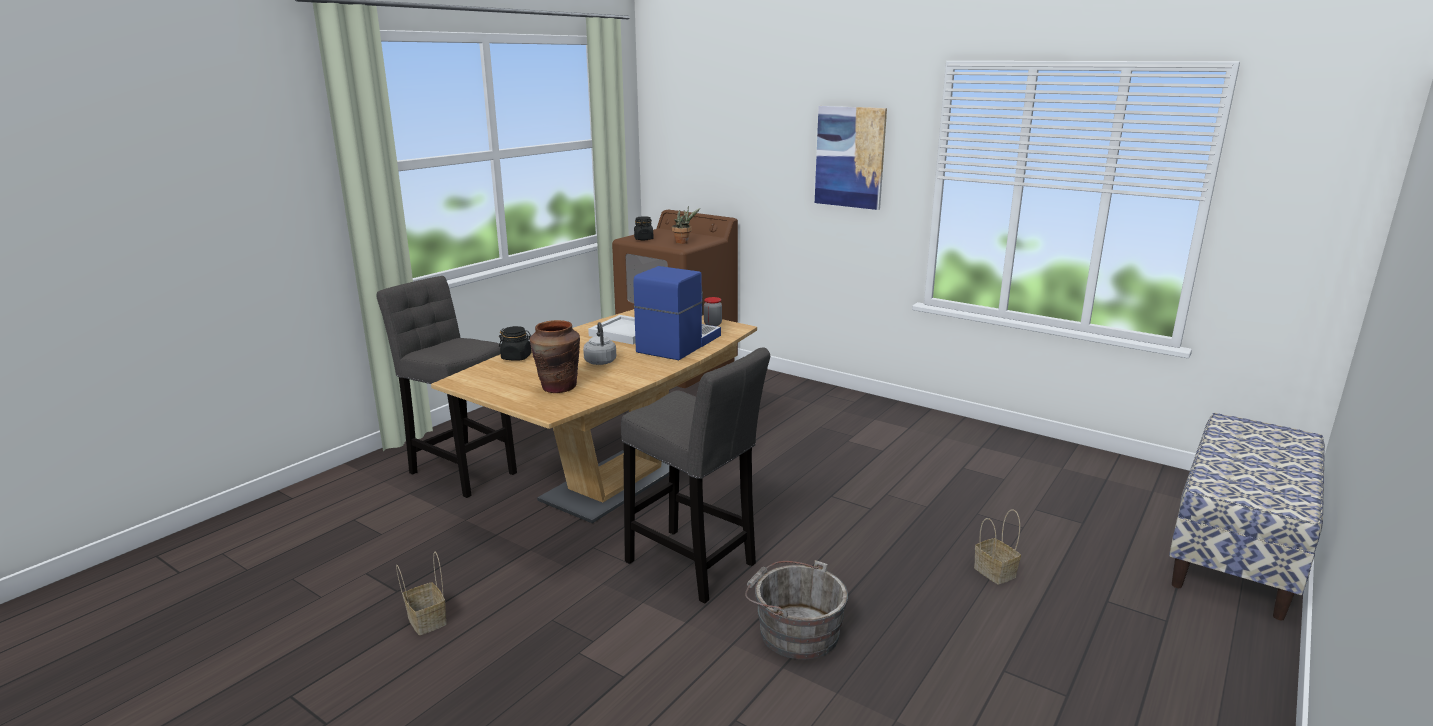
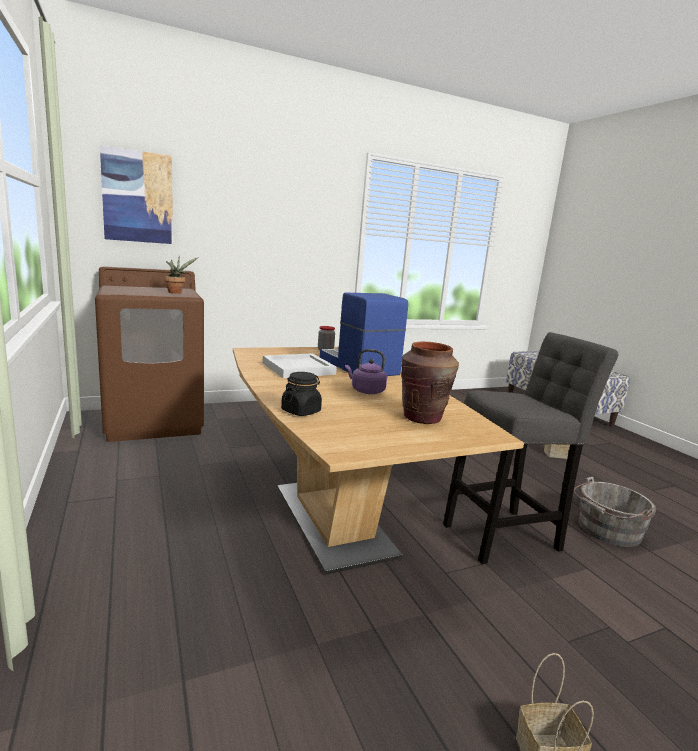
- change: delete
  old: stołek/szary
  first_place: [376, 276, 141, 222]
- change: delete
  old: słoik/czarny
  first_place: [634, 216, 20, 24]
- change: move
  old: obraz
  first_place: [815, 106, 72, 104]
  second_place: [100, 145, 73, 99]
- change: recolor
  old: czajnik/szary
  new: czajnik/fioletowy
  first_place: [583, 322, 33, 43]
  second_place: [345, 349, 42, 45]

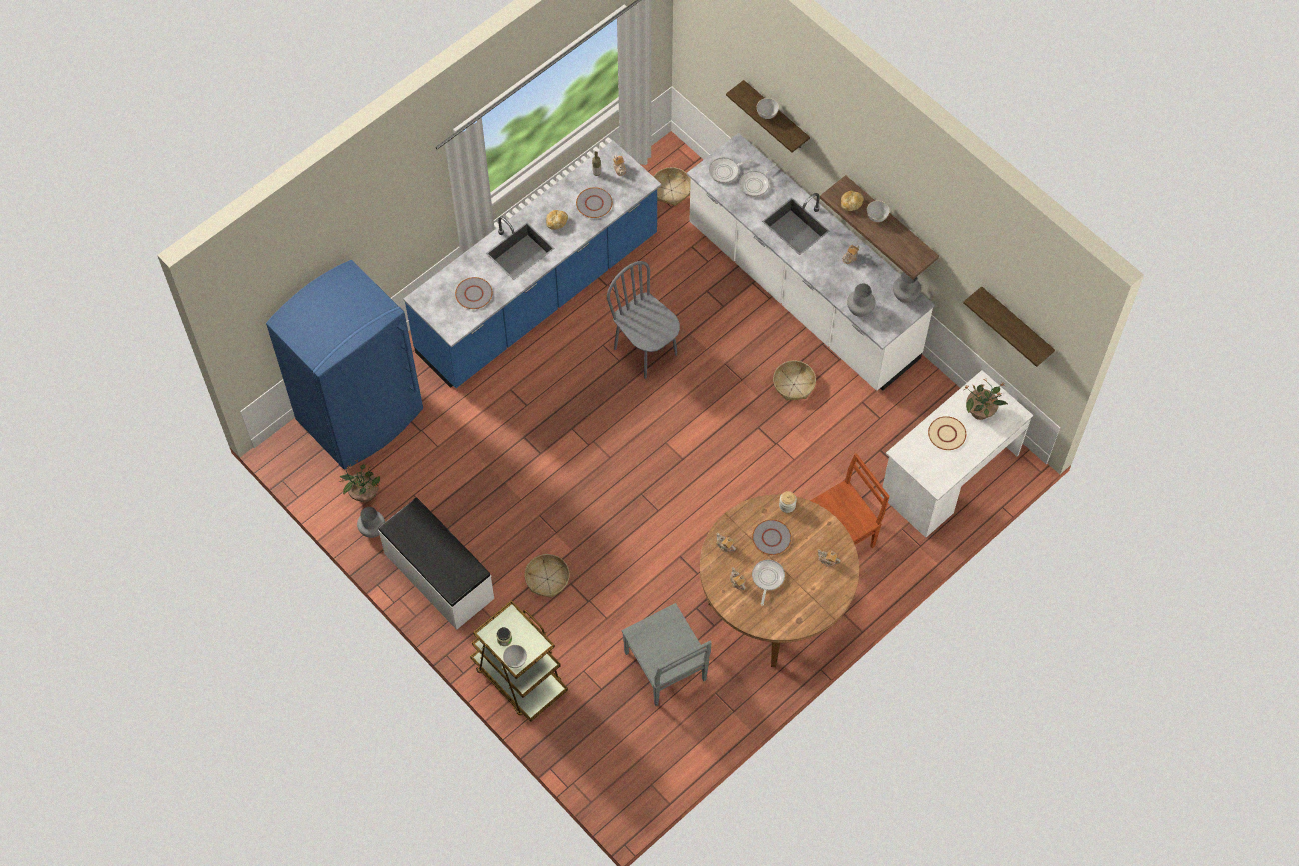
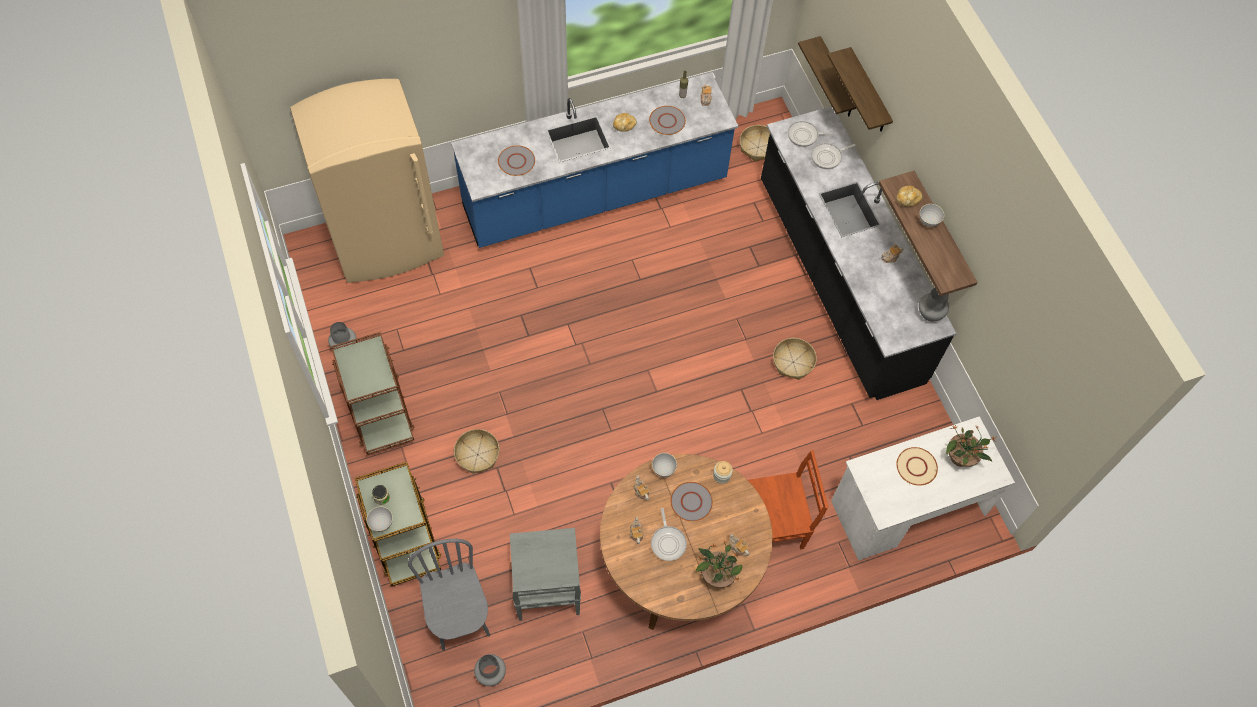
- change: move
  old: roślina doniczkowa
  first_place: [339, 460, 41, 42]
  second_place: [696, 540, 46, 48]
- change: move
  old: krzesło/szary
  first_place: [607, 261, 73, 118]
  second_place: [408, 539, 82, 112]
- change: move
  old: miska/szary
  first_place: [757, 98, 22, 21]
  second_place: [652, 453, 25, 24]
- change: move
  old: wazon/szary
  first_place: [847, 284, 28, 33]
  second_place: [474, 654, 32, 32]
- change: move
  old: półka
  first_place: [963, 286, 92, 81]
  second_place: [798, 36, 59, 80]
- change: replace
  old: ławka/biały
  new: wózek/brązowy
  first_place: [378, 498, 116, 132]
  second_place: [331, 332, 83, 123]
- change: recolor
  old: lodówka/niebieski
  new: lodówka/beżowy
  first_place: [266, 260, 157, 210]
  second_place: [290, 79, 154, 204]
- change: recolor
  old: zabudowa kuchenna/biały
  new: zabudowa kuchenna/czarny
  first_place: [687, 133, 248, 258]
  second_place: [761, 106, 196, 294]
- change: rotate
  old: patelnia
  first_place: [752, 560, 33, 46]
  second_place: [651, 508, 36, 53]
  degrees: 135

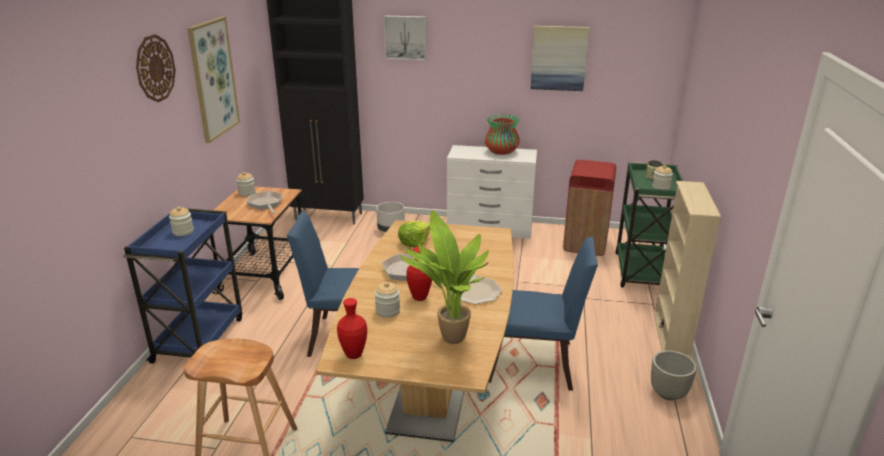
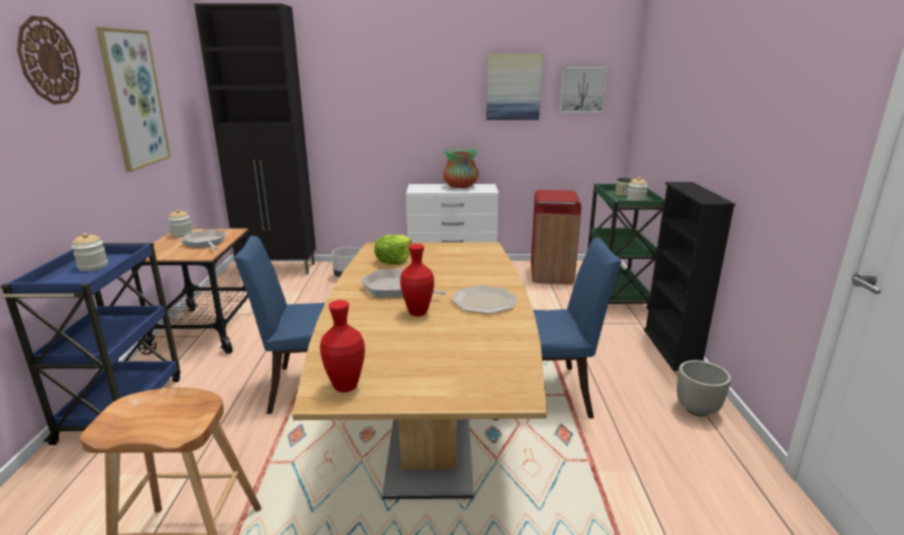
- change: delete
  old: słoik
  first_place: [374, 282, 26, 36]
- change: delete
  old: roślina doniczkowa
  first_place: [400, 210, 89, 134]
- change: move
  old: obraz
  first_place: [384, 15, 43, 45]
  second_place: [559, 67, 48, 46]
- change: recolor
  old: regał/beżowy
  new: regał/czarny
  first_place: [653, 181, 68, 177]
  second_place: [644, 182, 91, 189]

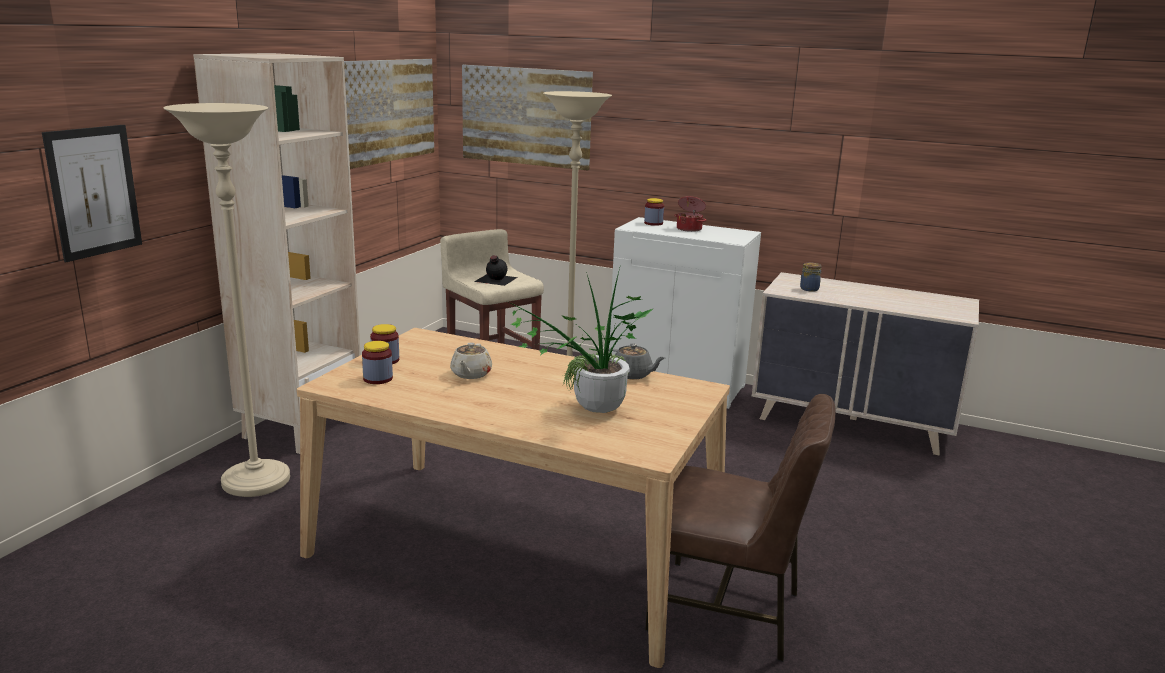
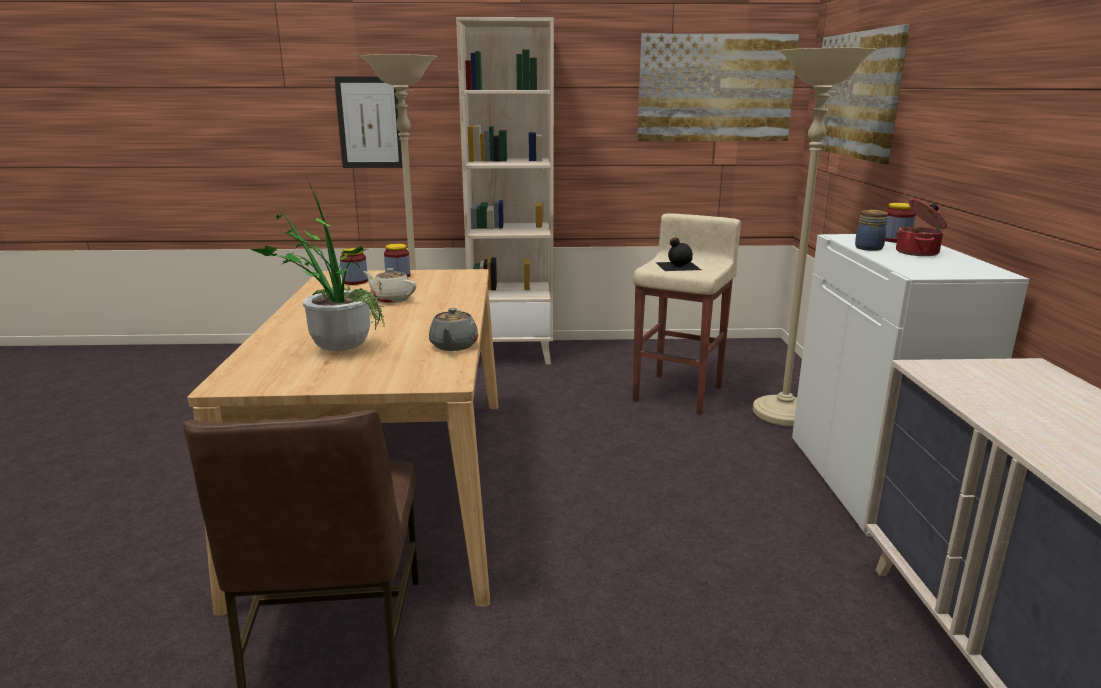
- change: move
  old: słoik
  first_place: [800, 263, 22, 29]
  second_place: [855, 210, 33, 41]
- change: rotate
  old: imbryk/beżowy
  first_place: [450, 342, 42, 37]
  second_place: [363, 268, 53, 35]
  degrees: 45

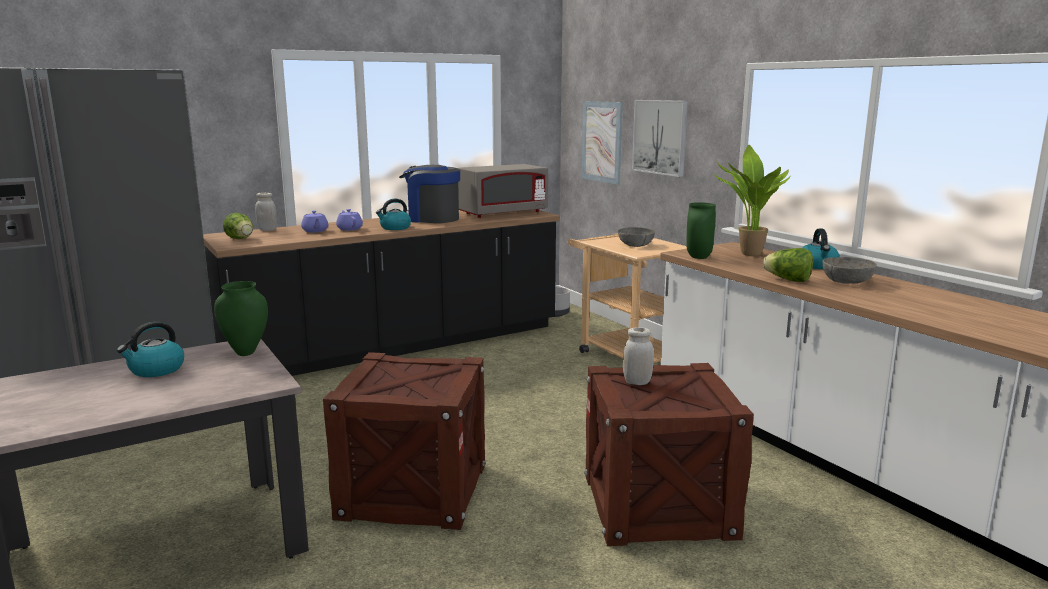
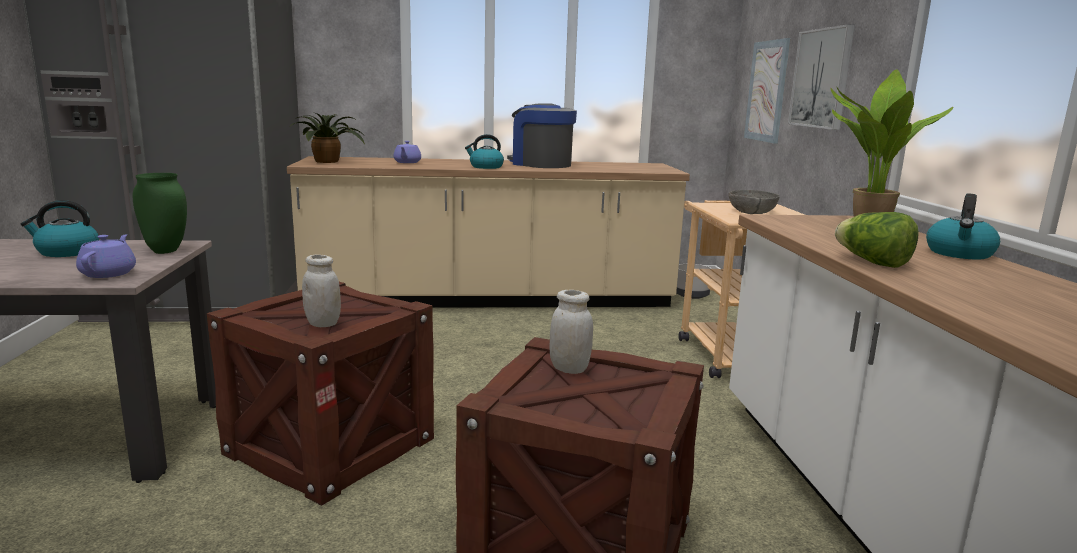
- change: delete
  old: mikrofalówka/szary
  first_place: [458, 164, 90, 54]
- change: delete
  old: wazon/zielony
  first_place: [687, 202, 29, 57]
- change: delete
  old: miska/szary
  first_place: [822, 257, 55, 27]
- change: move
  old: słoik/biały
  first_place: [255, 192, 22, 39]
  second_place: [302, 254, 39, 73]
- change: move
  old: imbryk/fioletowy
  first_place: [336, 209, 27, 22]
  second_place: [76, 234, 60, 44]
- change: replace
  old: sałata
  new: roślina doniczkowa
  first_place: [223, 212, 30, 27]
  second_place: [292, 113, 73, 50]
- change: recolor
  old: zabudowa kuchenna/czarny
  new: zabudowa kuchenna/beżowy
  first_place: [203, 210, 357, 166]
  second_place: [287, 156, 403, 152]

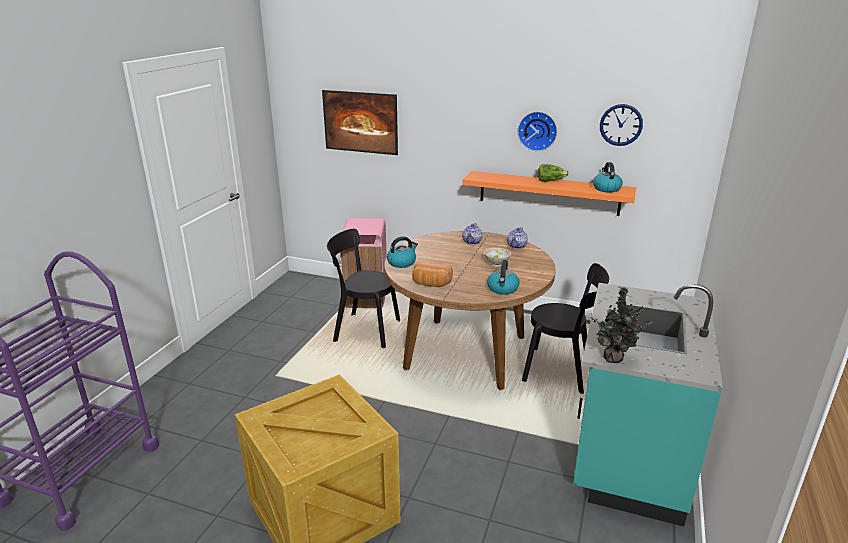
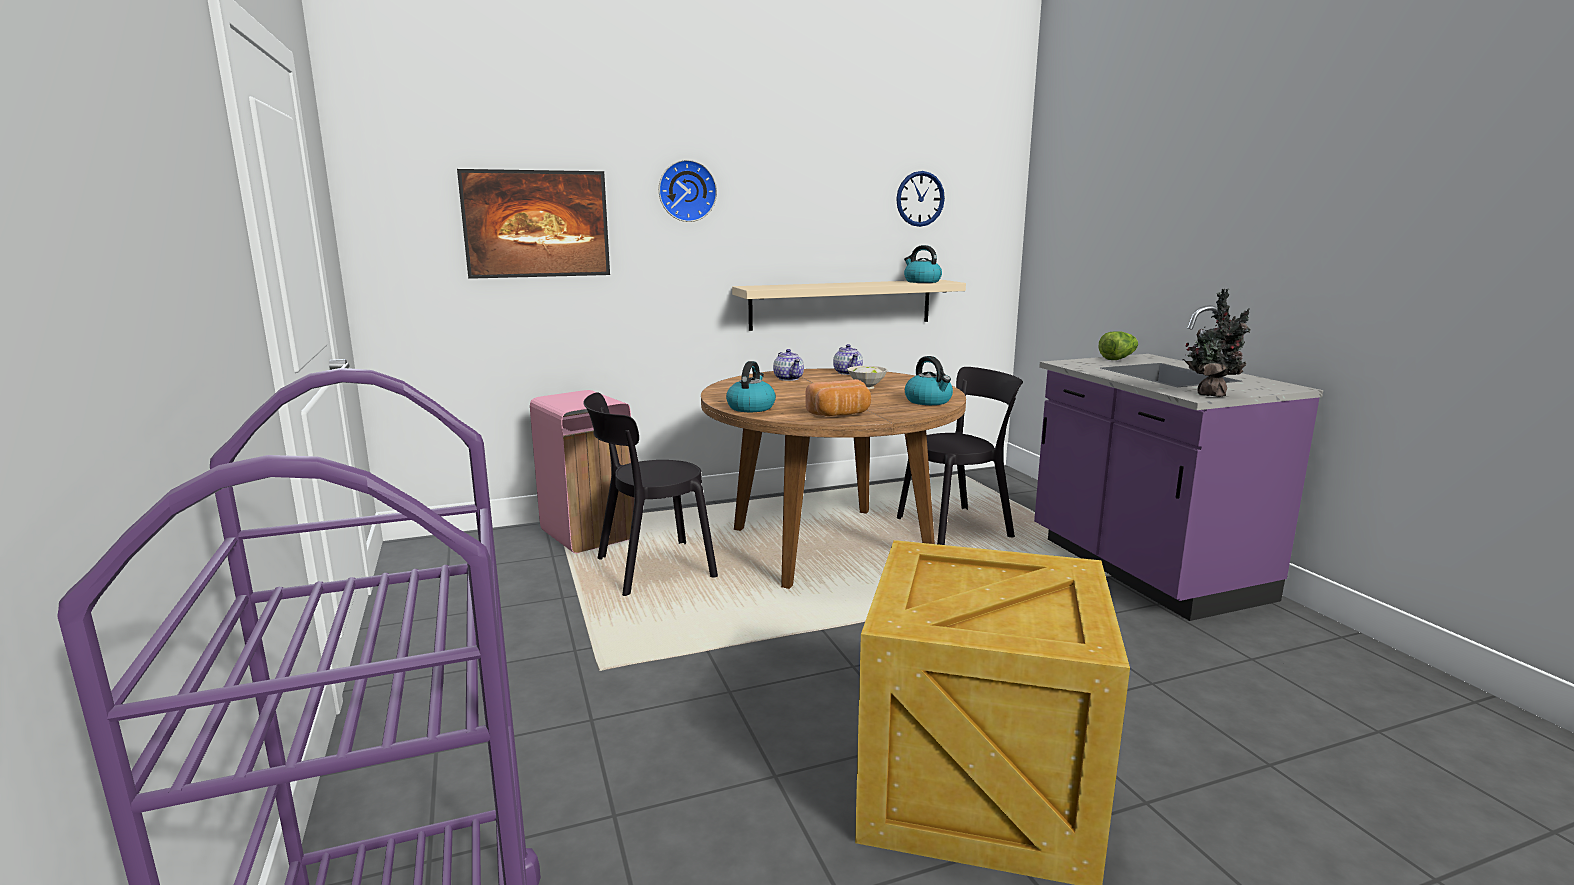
- change: move
  old: zegar ścienny
  first_place: [518, 111, 39, 40]
  second_place: [659, 160, 58, 62]
- change: move
  old: sałata
  first_place: [538, 164, 31, 18]
  second_place: [1098, 331, 40, 29]
- change: recolor
  old: półka/pomarańczowy
  new: półka/beżowy
  first_place: [462, 171, 174, 45]
  second_place: [732, 280, 234, 51]
- change: recolor
  old: zabudowa kuchenna/turkusowy
  new: zabudowa kuchenna/fioletowy
  first_place: [573, 283, 150, 244]
  second_place: [1034, 305, 289, 316]

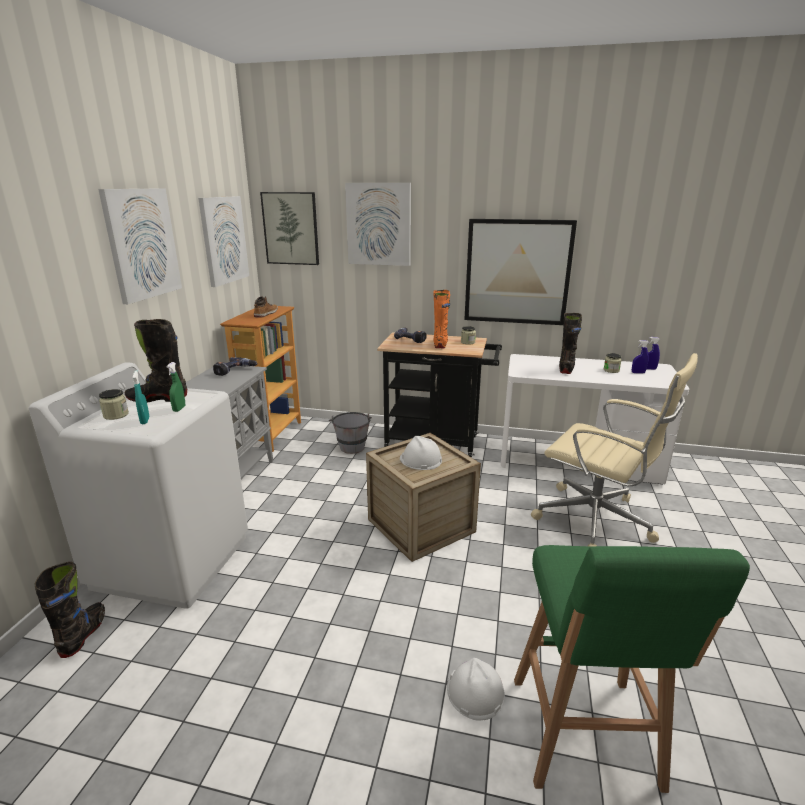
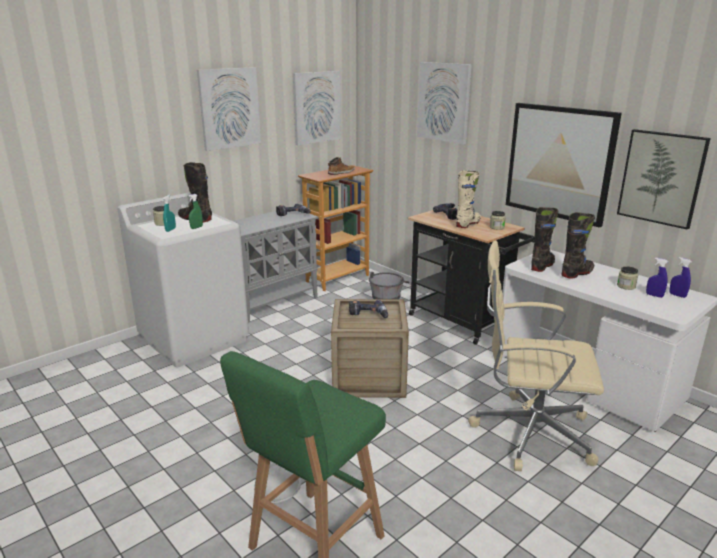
- change: move
  old: but z cholewką/czarny
  first_place: [35, 562, 70, 96]
  second_place: [531, 207, 27, 65]
- change: move
  old: obraz
  first_place: [260, 192, 59, 73]
  second_place: [617, 129, 94, 101]
- change: replace
  old: kask/biały
  new: wiertarka
  first_place: [400, 436, 42, 34]
  second_place: [349, 300, 39, 18]
- change: recolor
  old: but z cholewką/pomarańczowy
  new: but z cholewką/beżowy
  first_place: [433, 290, 17, 59]
  second_place: [456, 170, 25, 58]
- change: rotate
  old: krzesło biurowe/beżowy
  first_place: [531, 353, 167, 194]
  second_place: [468, 241, 136, 230]
  degrees: 120

